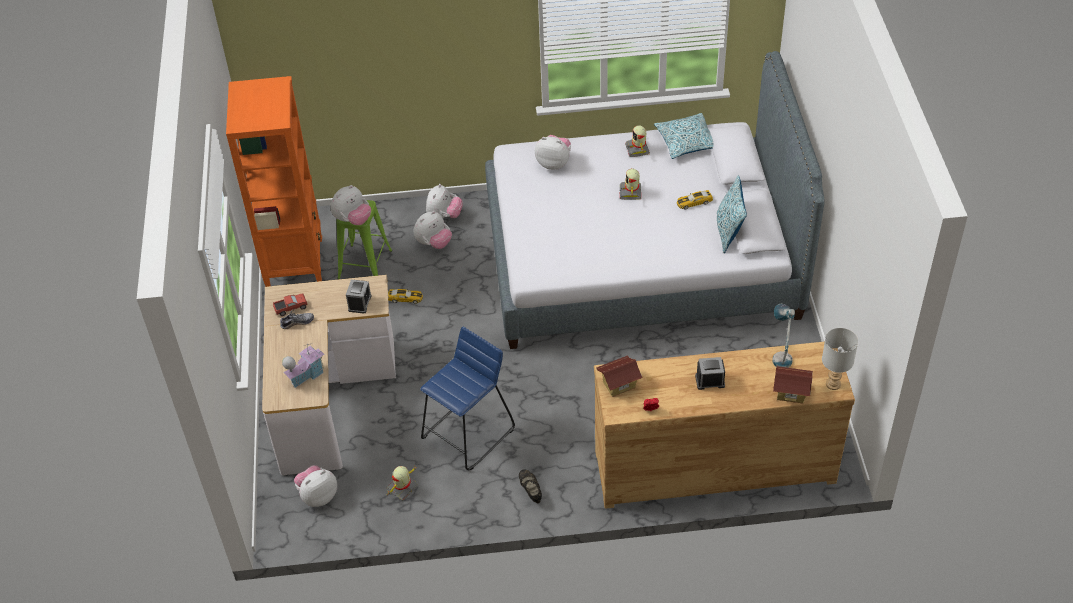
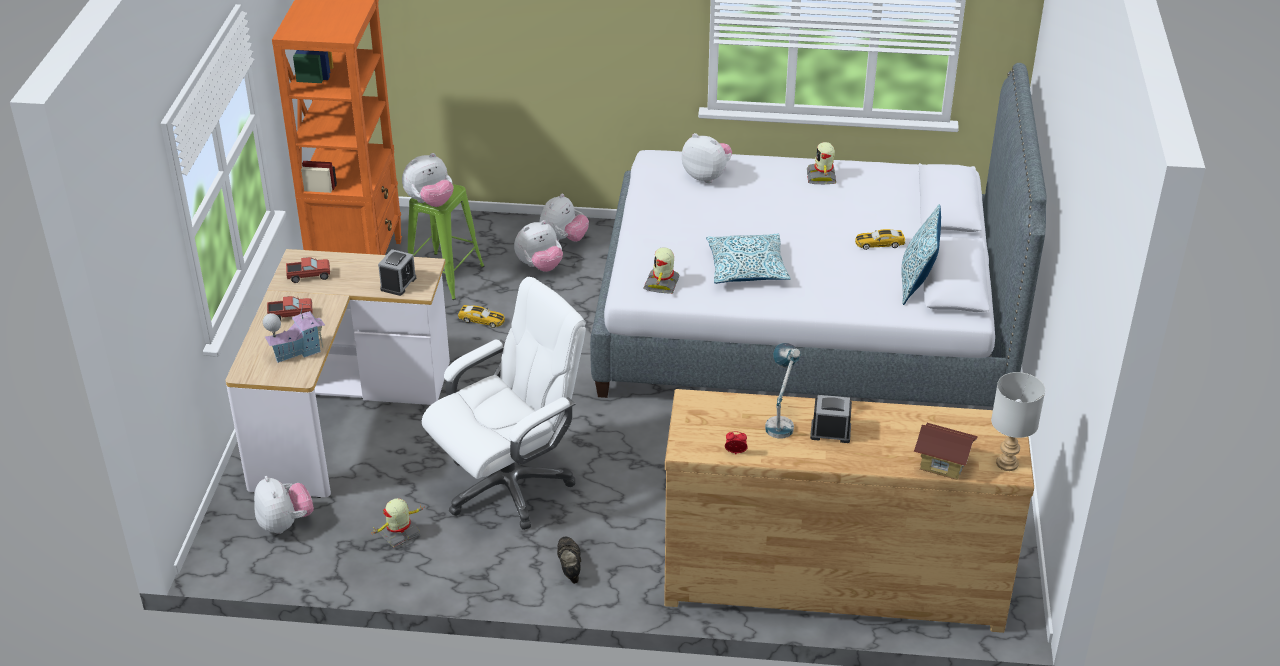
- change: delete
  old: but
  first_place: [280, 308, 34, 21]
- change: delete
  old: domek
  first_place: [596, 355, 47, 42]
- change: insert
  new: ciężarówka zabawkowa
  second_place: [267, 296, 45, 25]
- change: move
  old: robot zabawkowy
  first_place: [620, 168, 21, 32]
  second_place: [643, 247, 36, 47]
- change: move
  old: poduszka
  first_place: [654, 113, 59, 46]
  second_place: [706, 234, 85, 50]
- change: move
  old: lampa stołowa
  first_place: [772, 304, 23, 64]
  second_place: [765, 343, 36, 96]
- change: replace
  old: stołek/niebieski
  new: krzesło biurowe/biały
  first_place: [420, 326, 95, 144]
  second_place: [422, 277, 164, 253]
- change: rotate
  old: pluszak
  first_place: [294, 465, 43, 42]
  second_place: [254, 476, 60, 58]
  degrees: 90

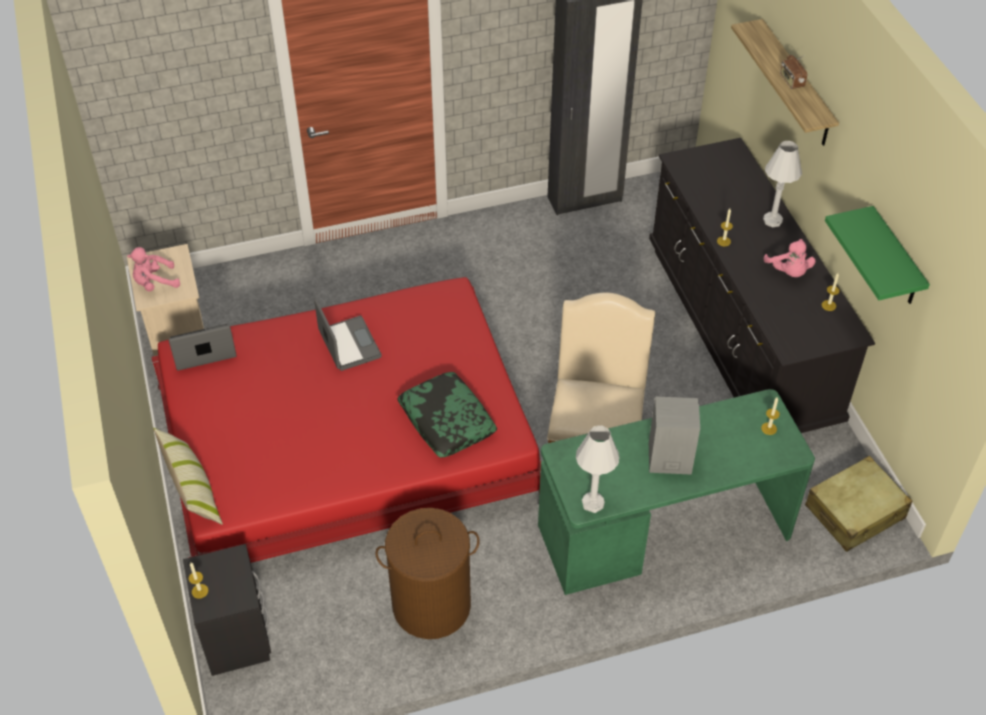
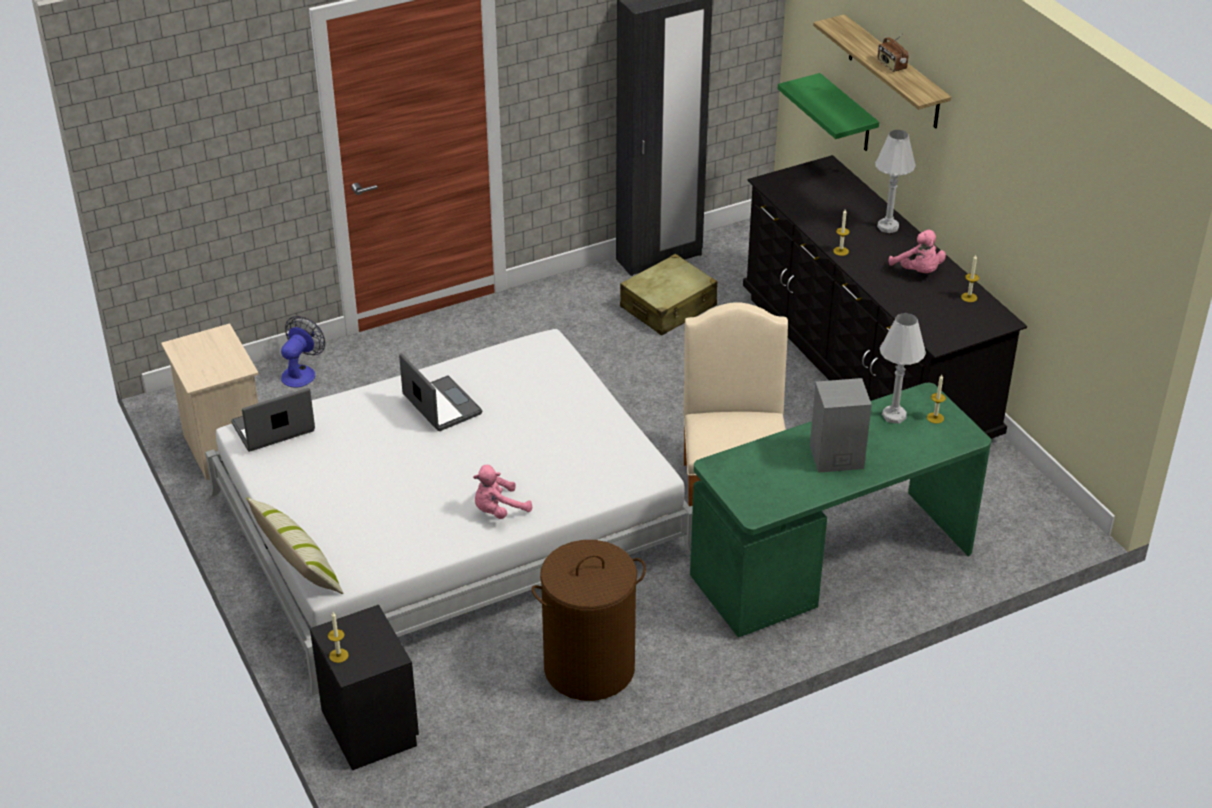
- change: delete
  old: poduszka
  first_place: [397, 372, 100, 85]
- change: insert
  new: wentylator
  second_place: [281, 316, 44, 71]
- change: move
  old: pluszak/różowy
  first_place: [127, 247, 53, 45]
  second_place: [473, 465, 59, 54]
- change: move
  old: lampa stołowa/biały
  first_place: [576, 425, 43, 88]
  second_place: [880, 313, 46, 111]
- change: move
  old: walizka/beżowy
  first_place: [805, 456, 108, 96]
  second_place: [620, 254, 97, 82]
- change: move
  old: półka/zielony
  first_place: [825, 206, 105, 98]
  second_place: [778, 73, 101, 78]
- change: recolor
  old: łóżko/czerwony
  new: łóżko/biały
  first_place: [151, 277, 390, 286]
  second_place: [205, 329, 488, 366]

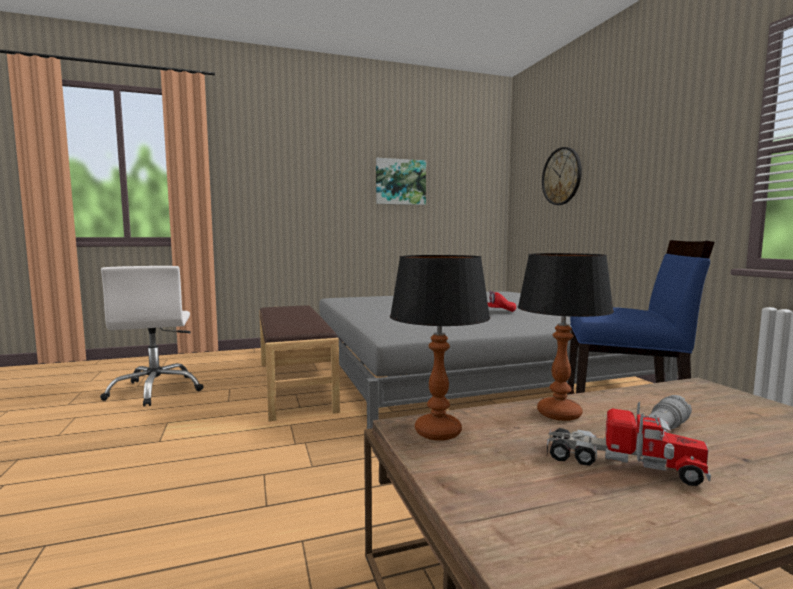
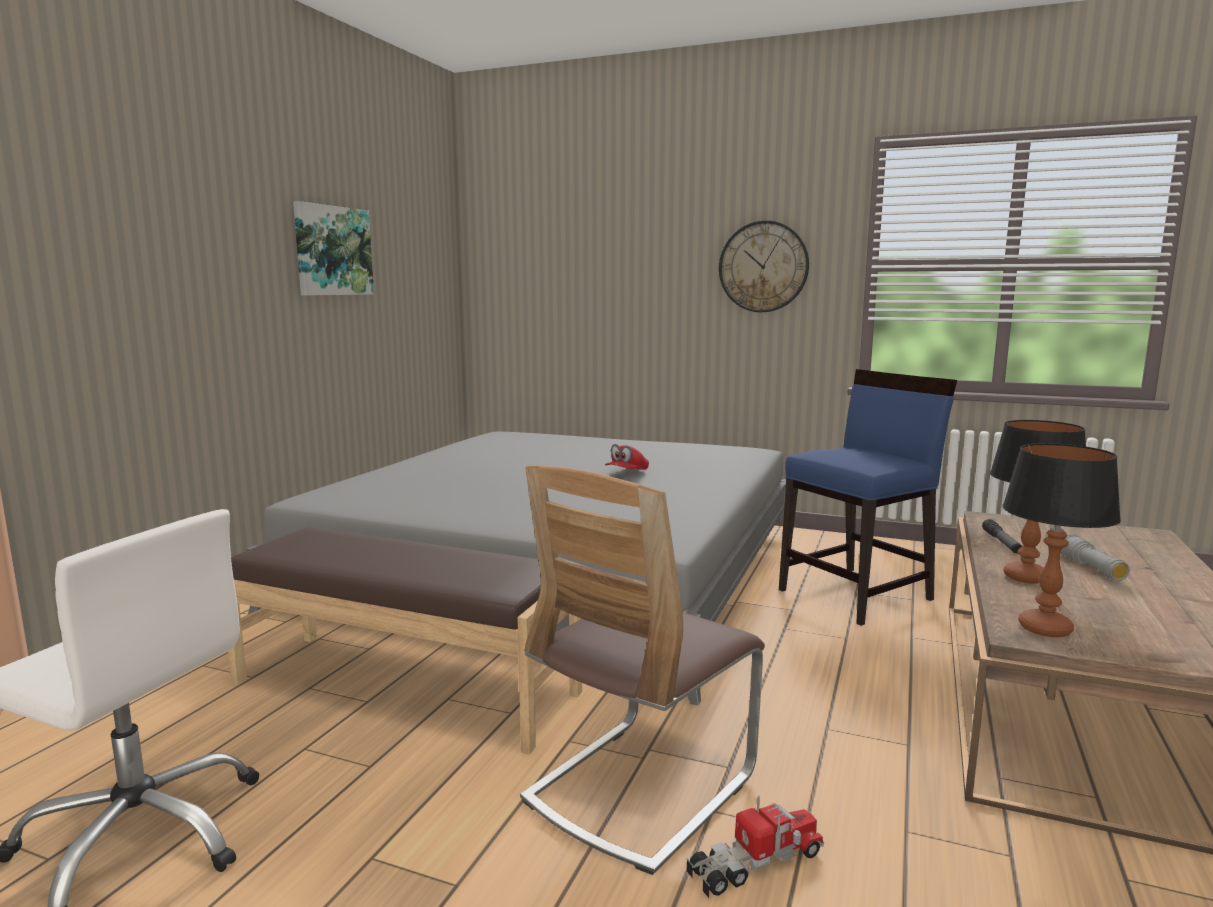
- change: insert
  new: krzesło
  second_place: [520, 466, 245, 409]
- change: insert
  new: latarka
  second_place: [982, 519, 40, 35]
- change: move
  old: zegar ścienny
  first_place: [542, 147, 40, 58]
  second_place: [719, 220, 90, 92]
- change: move
  old: ciężarówka zabawkowa
  first_place: [547, 402, 164, 84]
  second_place: [687, 796, 137, 102]

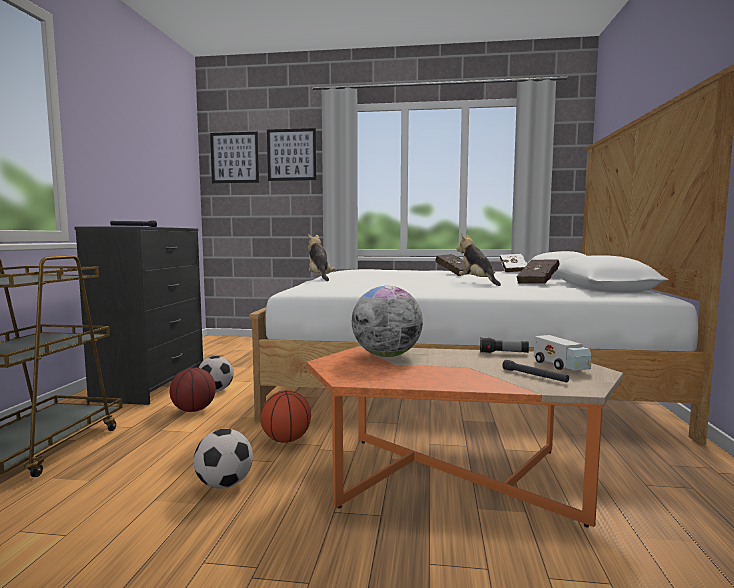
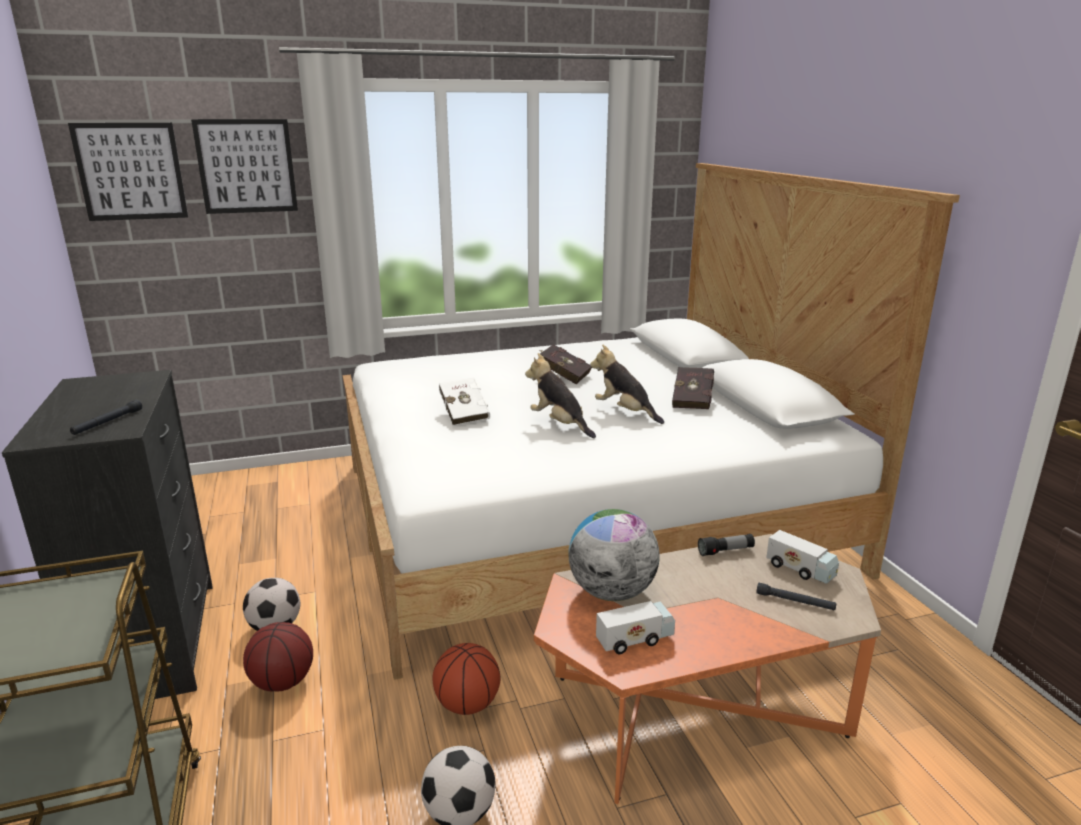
- change: insert
  new: ciężarówka zabawkowa
  second_place: [596, 601, 79, 54]
- change: move
  old: pluszak
  first_place: [308, 234, 27, 47]
  second_place: [525, 353, 71, 85]
- change: move
  old: książka/biały
  first_place: [500, 254, 27, 19]
  second_place: [439, 377, 51, 49]

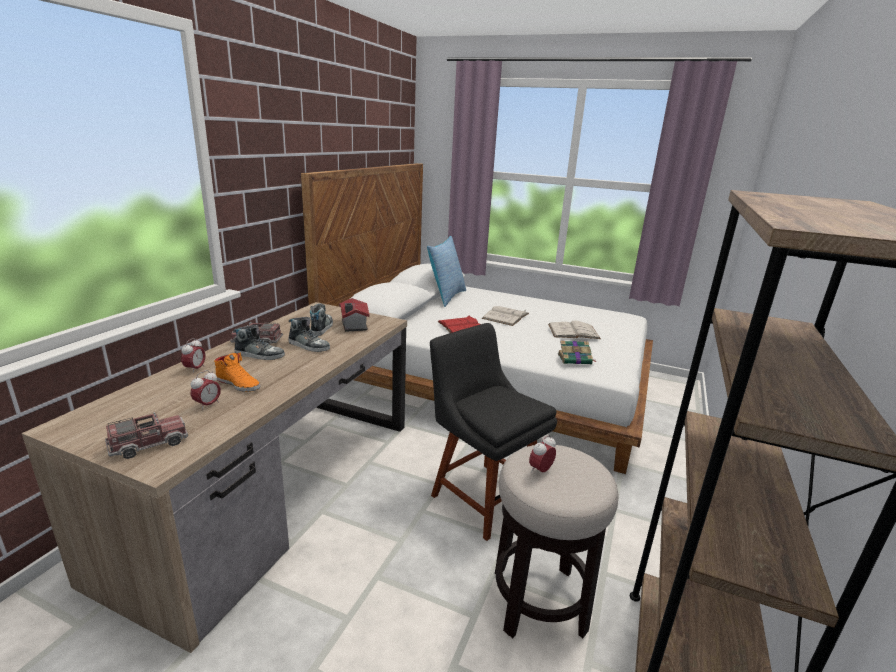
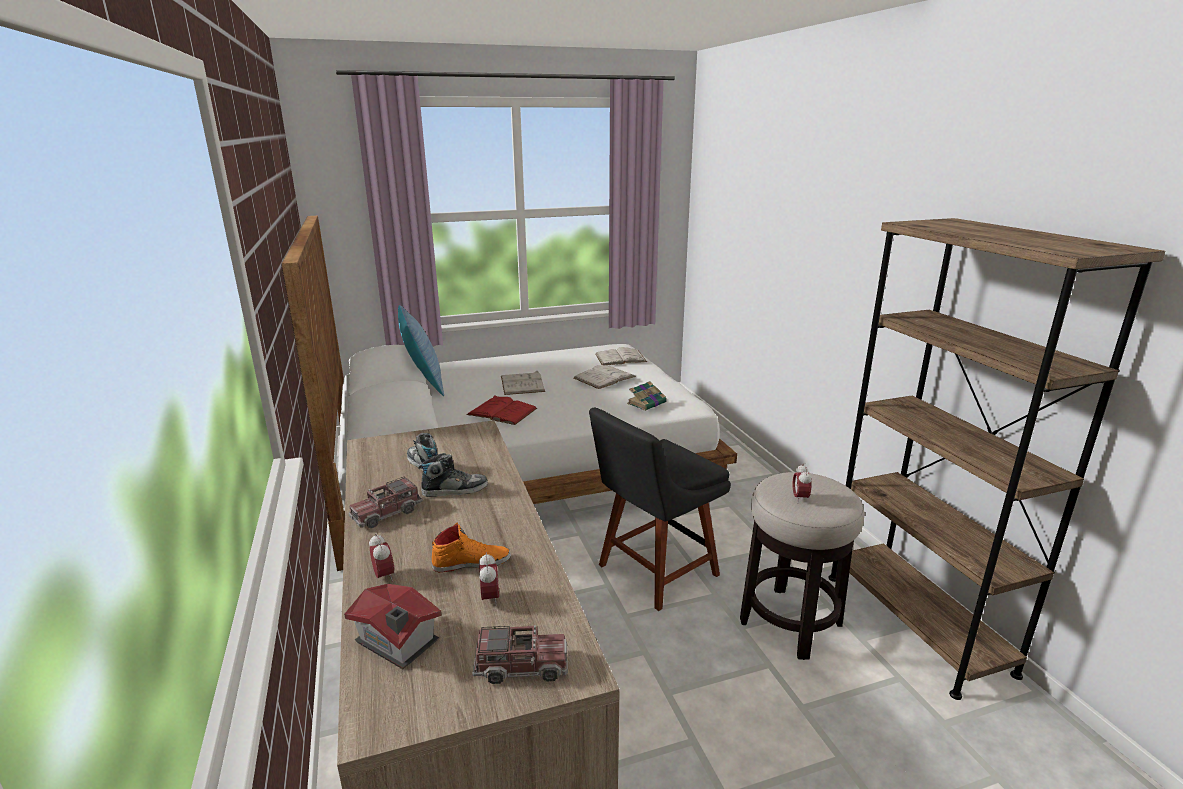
- change: delete
  old: but
  first_place: [233, 325, 52, 35]
- change: insert
  new: książka/biały
  second_place: [596, 347, 51, 18]
- change: move
  old: domek
  first_place: [339, 298, 31, 34]
  second_place: [344, 584, 98, 85]
- change: rotate
  old: ciężarówka zabawkowa
  first_place: [105, 412, 83, 47]
  second_place: [472, 625, 96, 59]
  degrees: 75
- change: rotate
  old: krzesło/czarny
  first_place: [430, 323, 127, 218]
  second_place: [589, 408, 142, 203]
  degrees: -45

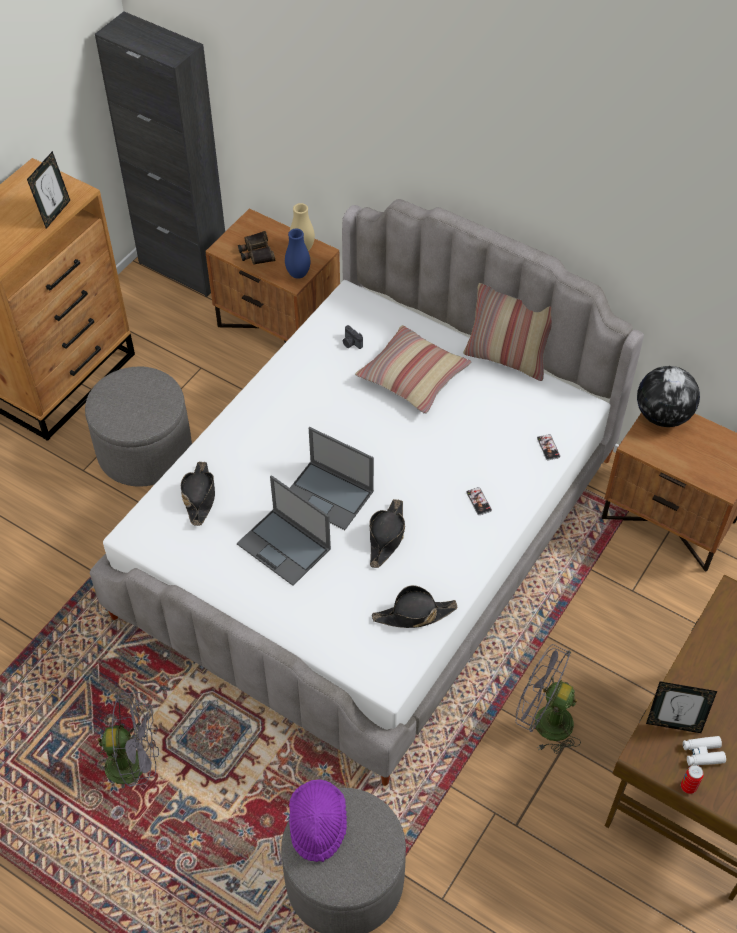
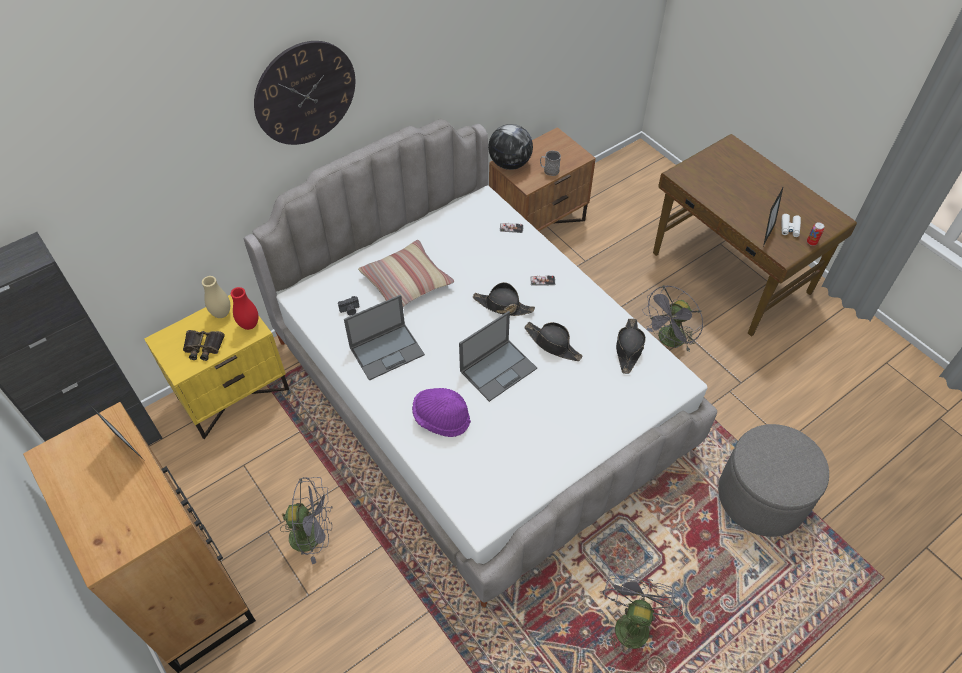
- change: delete
  old: poduszka
  first_place: [463, 283, 89, 98]
- change: insert
  new: zegar ścienny
  second_place: [254, 41, 101, 104]
- change: insert
  new: kubek/szary
  second_place: [540, 150, 21, 26]
- change: move
  old: kapelusz/czarny
  first_place: [181, 461, 34, 65]
  second_place: [472, 282, 63, 34]
- change: move
  old: laptop
  first_place: [237, 475, 94, 111]
  second_place: [344, 295, 81, 86]
- change: move
  old: kapelusz/fioletowy
  first_place: [289, 779, 58, 83]
  second_place: [412, 388, 59, 49]
- change: replace
  old: pufa/szary
  new: wentylator/szary
  first_place: [85, 367, 107, 119]
  second_place: [280, 477, 53, 87]
- change: recolor
  old: szafka nocna/brązowy
  new: szafka nocna/żółty
  first_place: [206, 208, 134, 135]
  second_place: [144, 295, 145, 144]
- change: recolor
  old: wazon/niebieski
  new: wazon/czerwony
  first_place: [285, 229, 25, 50]
  second_place: [231, 287, 27, 43]

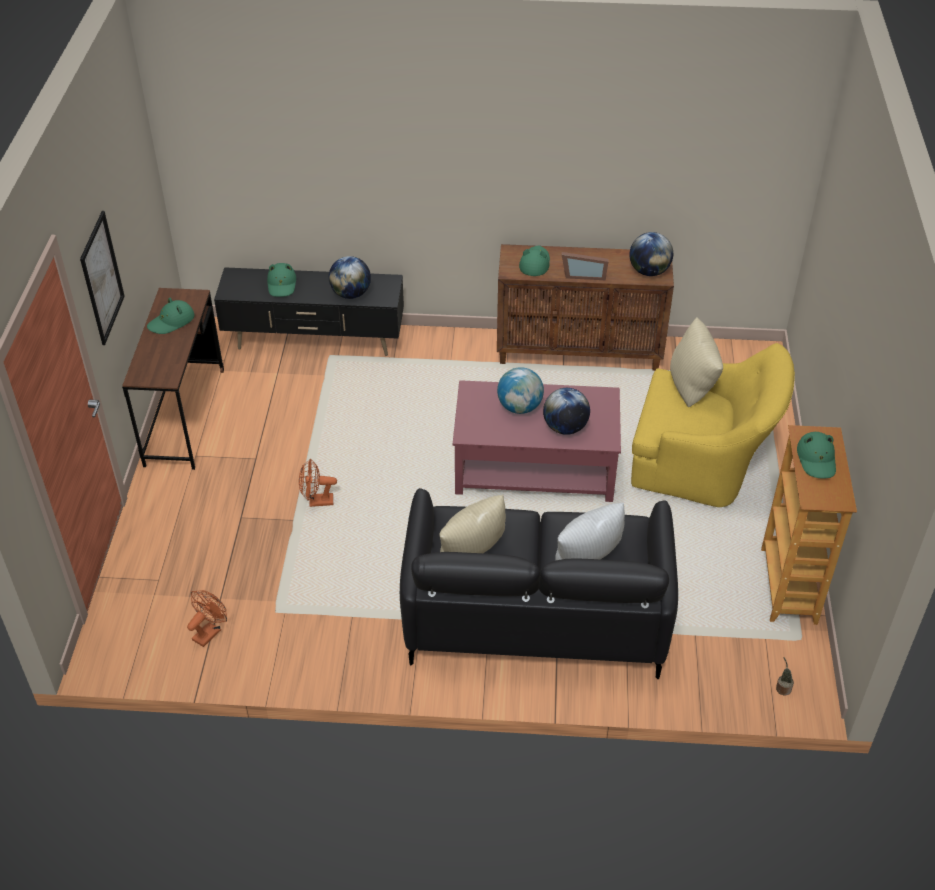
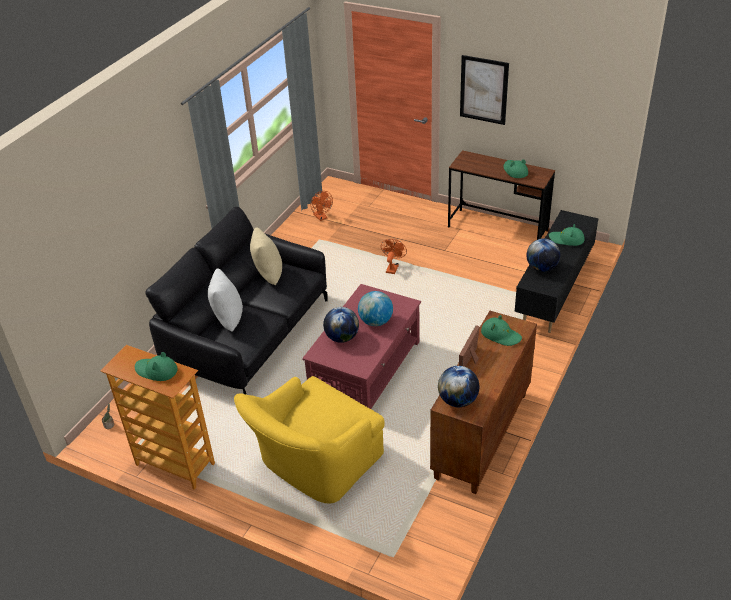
- change: delete
  old: poduszka/beżowy
  first_place: [670, 317, 53, 90]

